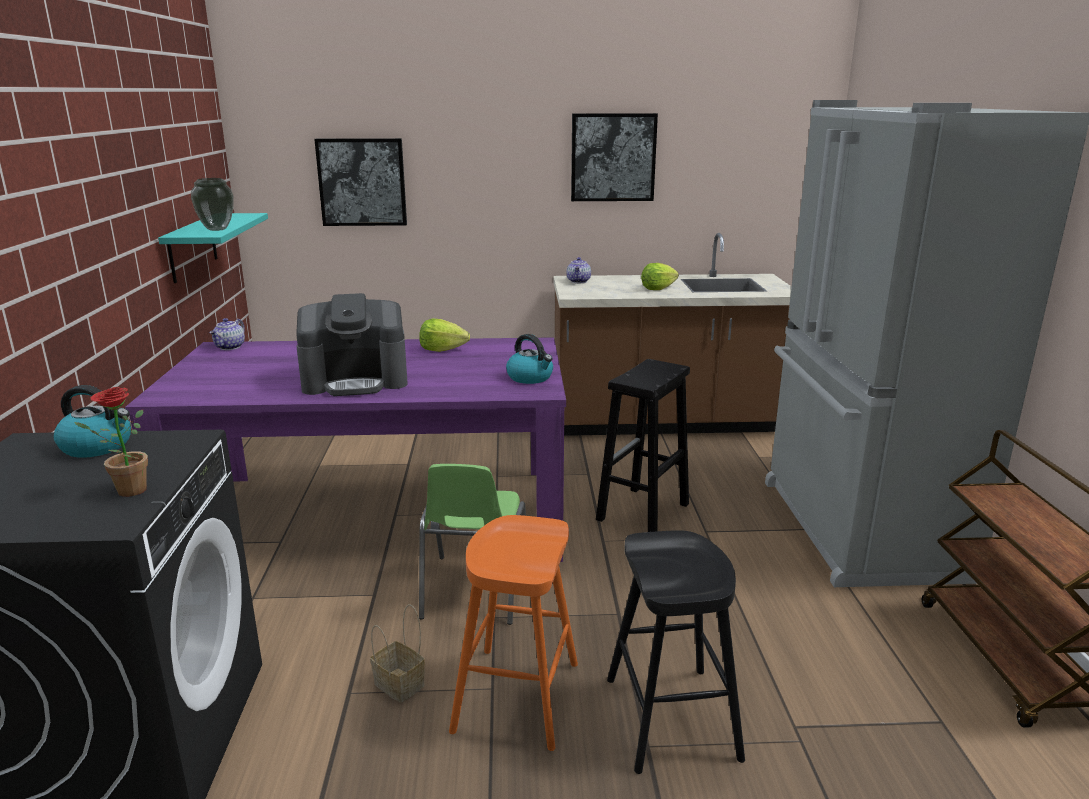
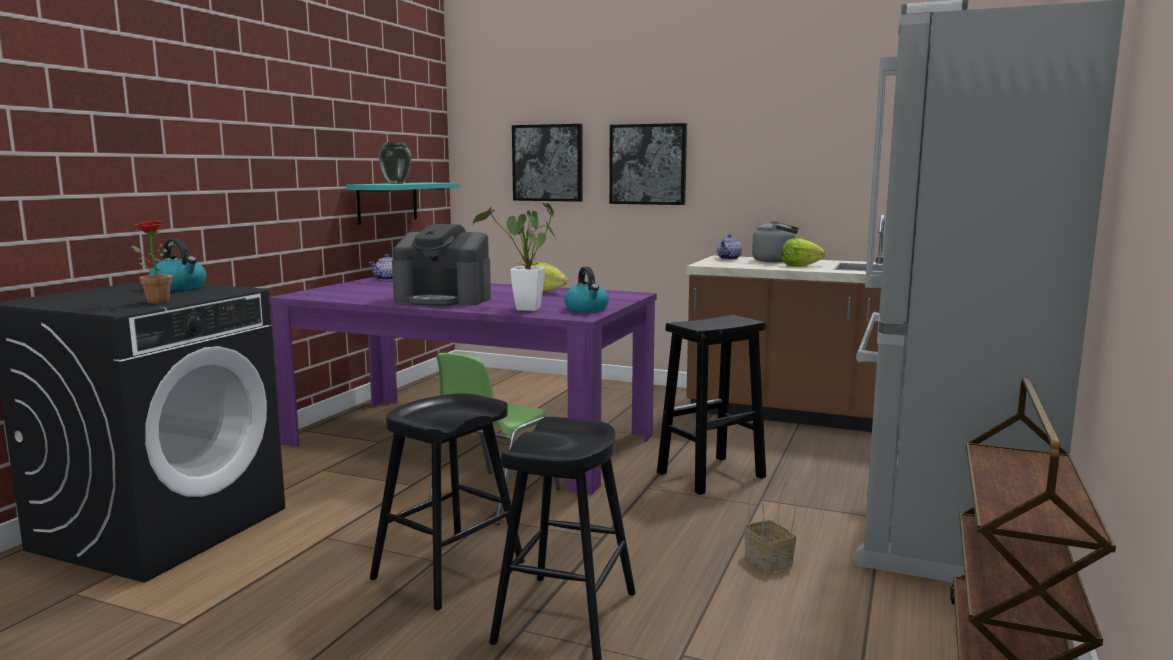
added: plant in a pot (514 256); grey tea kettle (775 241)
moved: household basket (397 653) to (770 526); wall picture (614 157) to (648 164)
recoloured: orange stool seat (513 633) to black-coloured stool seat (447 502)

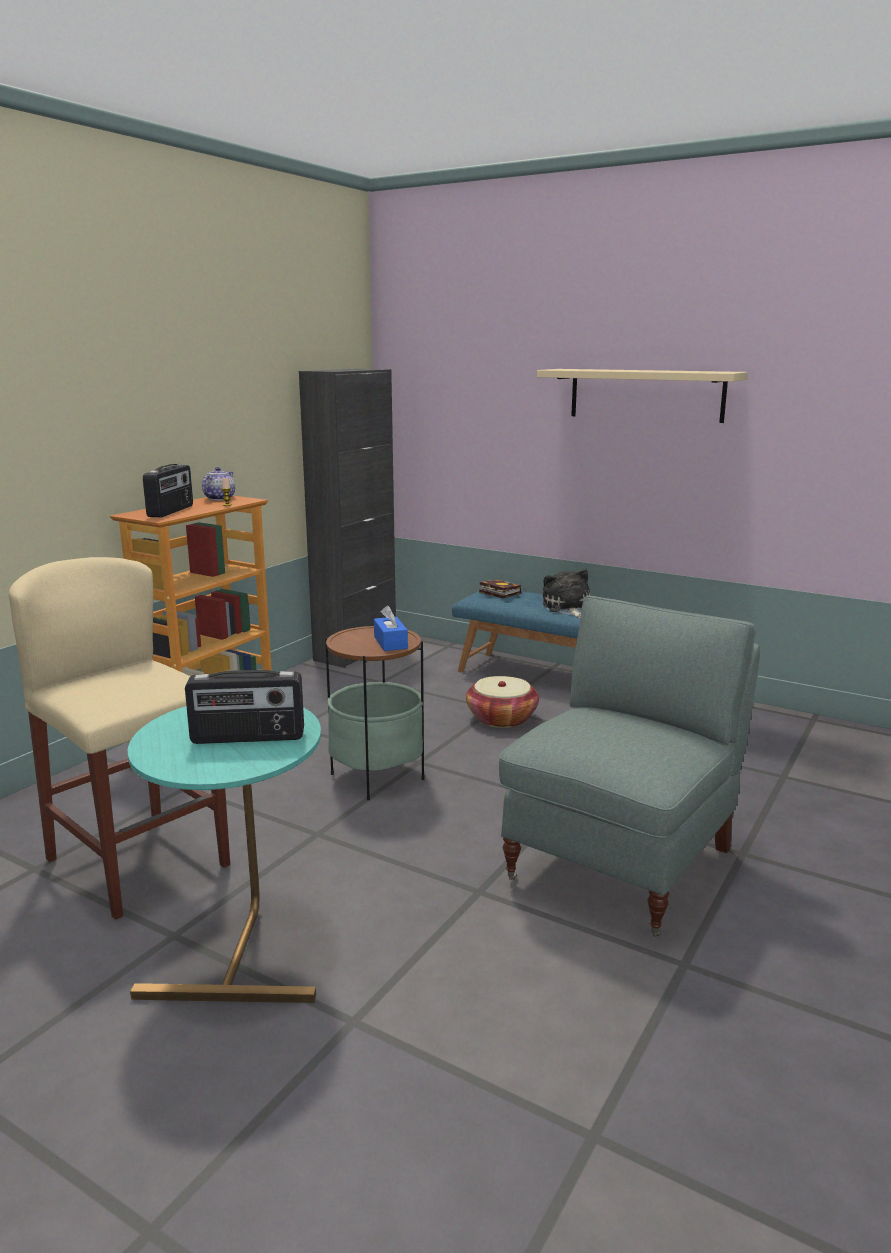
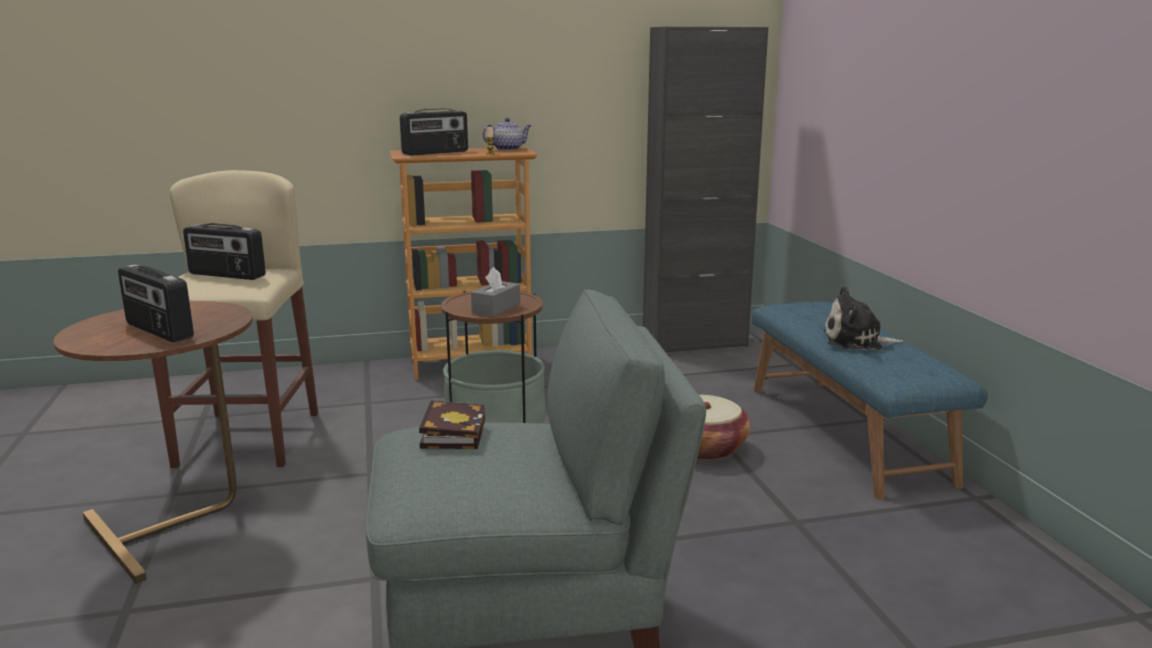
removed: sand-coloured shelf (642 396)
added: radio (224 251)
moved: book (500 589) to (452 424)
recoloured: turquoise-coloured side table (224 854) to brown side table (153 442); blue-coloured box of tissues (391 628) to grey box of tissues (495 292)
turned: plush toy (566 593) = (863 318) 120 degrees counterclockwise

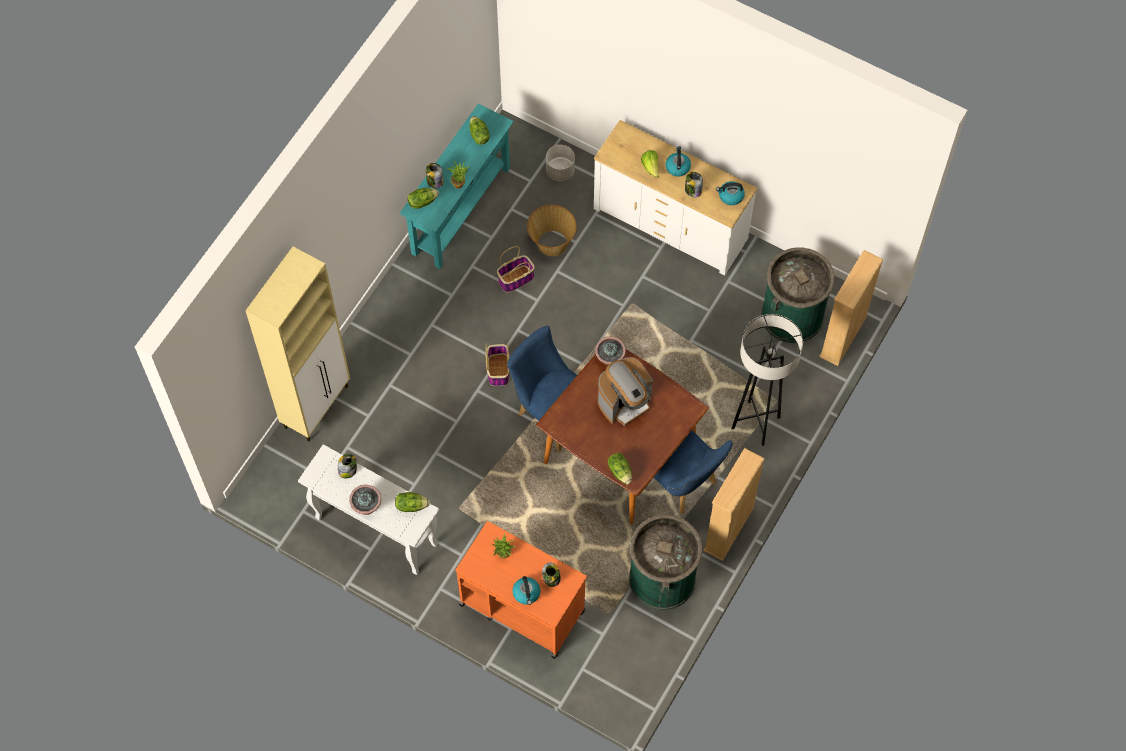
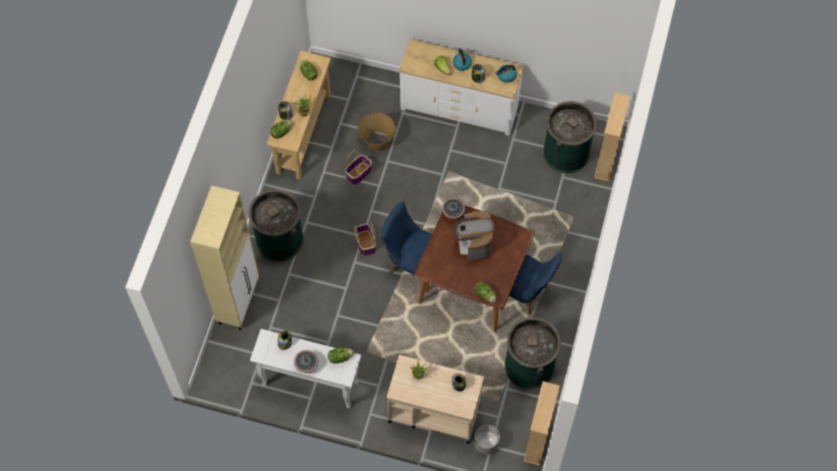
removed: tea kettle (526 590); grey floor lamp (767 380)
added: green-coloured trash can (276 225)
moved: grey plant pot (560 163) to (487 439); sand-coloured bookcase (734 504) to (542 423)
recoloured: turquoise-coloured hall table (457 186) to sand-coloured hall table (298 115); orange cart (521 590) to sand-coloured cart (435 399)
turned: coffee machine (625 391) = (474 236) 135 degrees clockwise

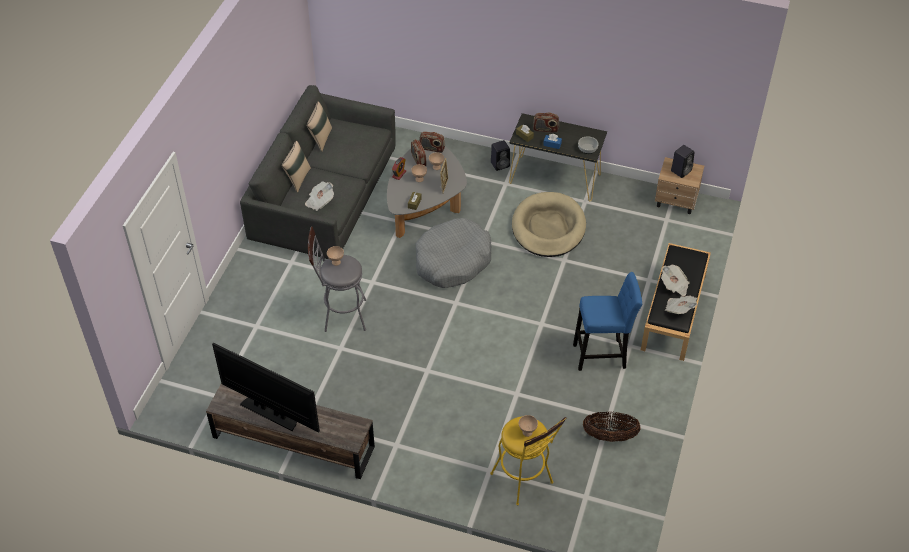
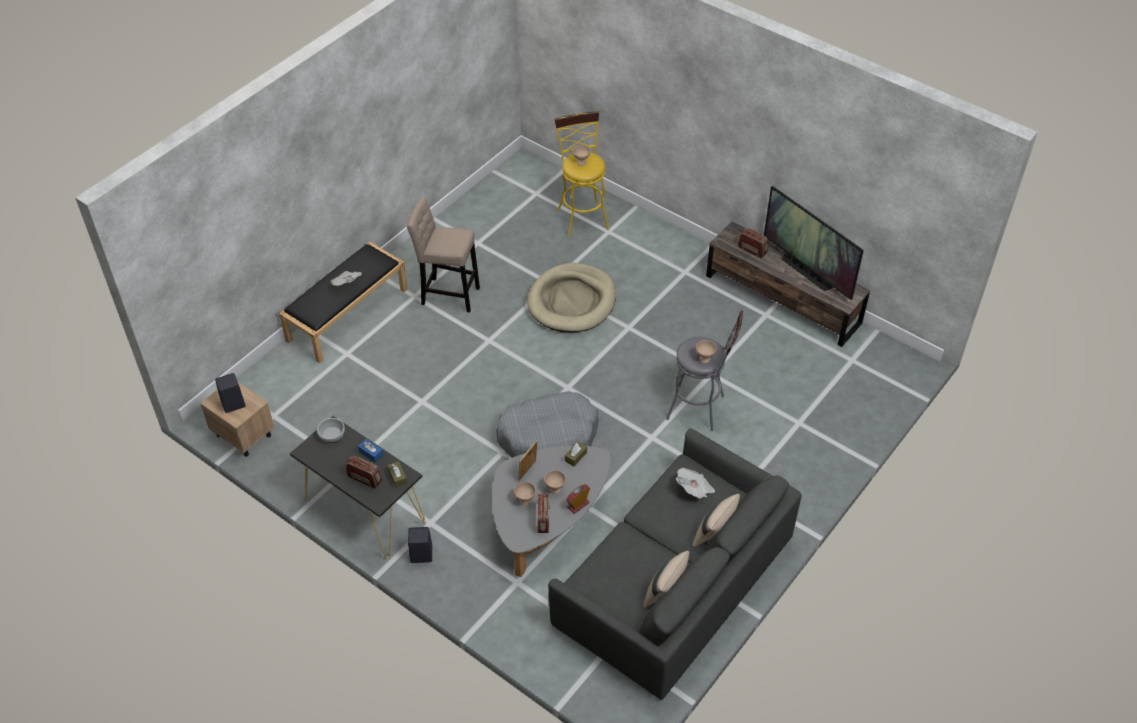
removed: household basket (612 427); newspaper (680 305)
moved: radio (432 142) to (753 243); sand-coloured pet bed (549 224) to (571 297)
recoloured: blue-coloured stool seat (607 321) to sand-coloured stool seat (443 254)

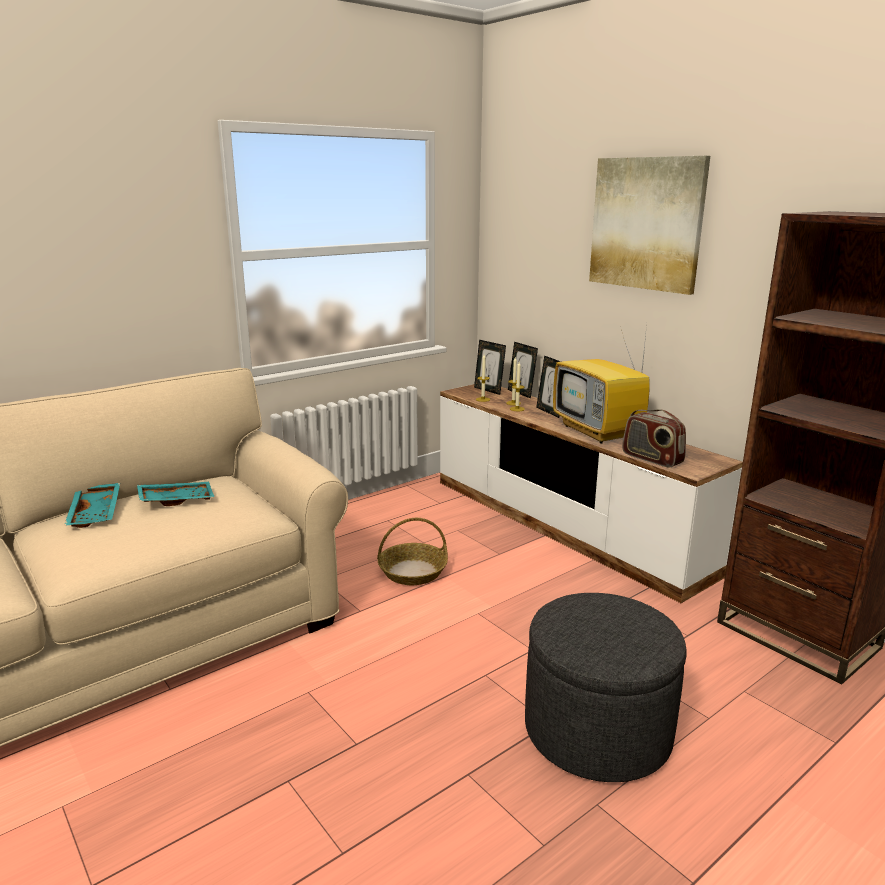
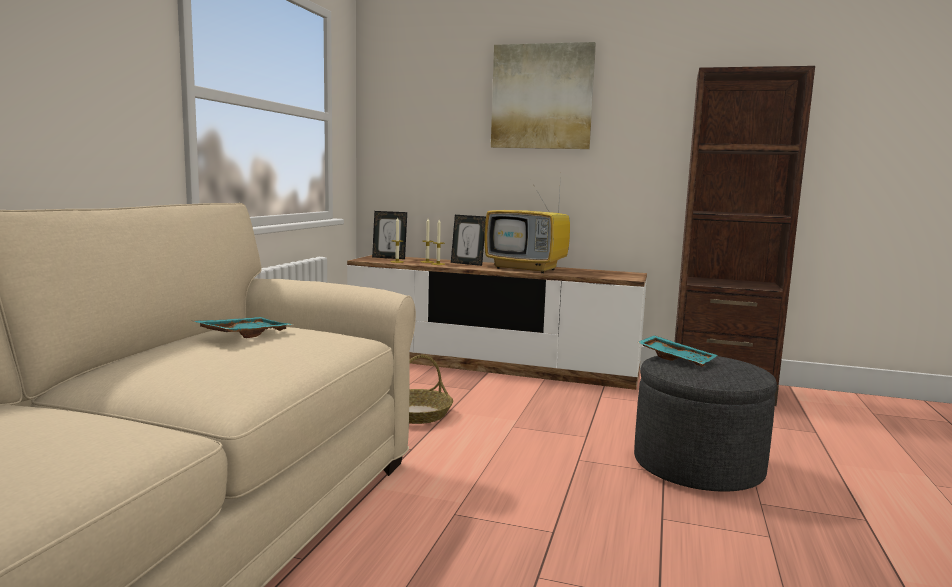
removed: photo frame (523 370); radio (654 438)
moved: turquoise-coloured carrying tray (92 505) to (677 351)

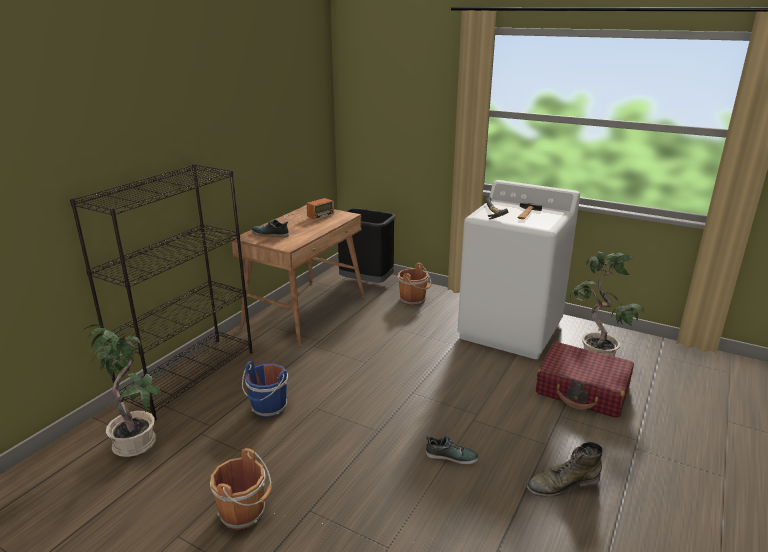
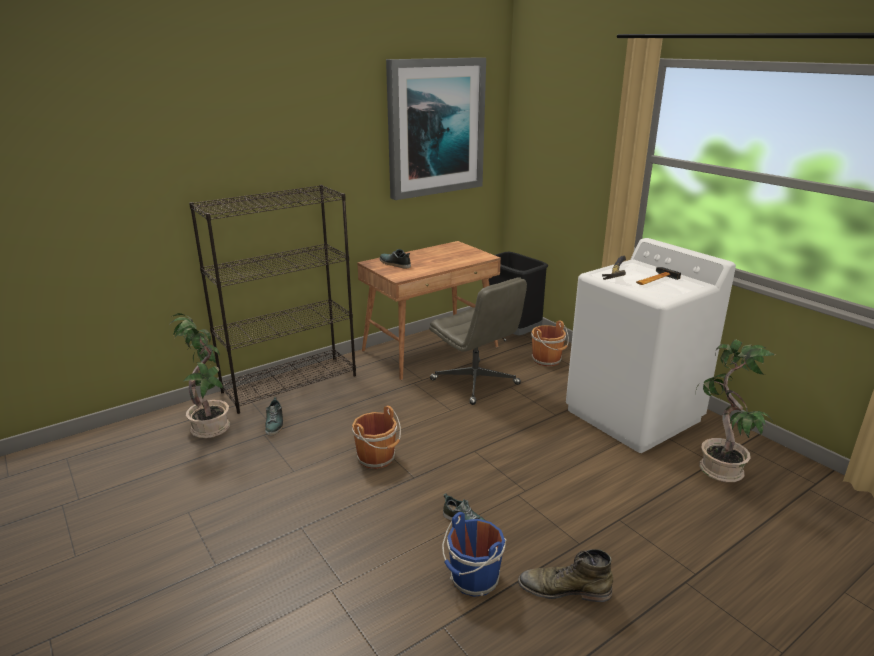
removed: radio (307 210); red piece of luggage (585 380)
added: shoe (274 416); wall picture (436 128); grey desk chair (478 341)
moved: brown pail (241 489) to (376 437); blue-coloured pail (265 389) to (474 554)

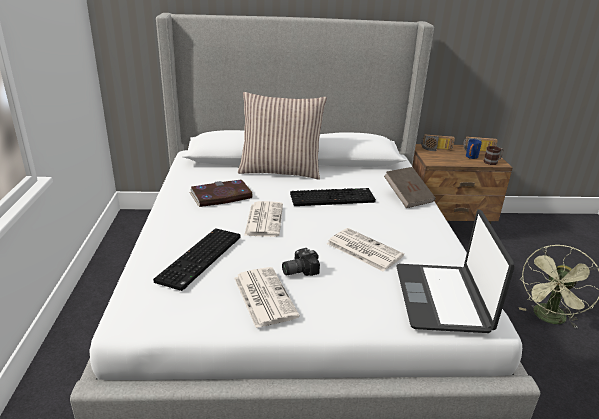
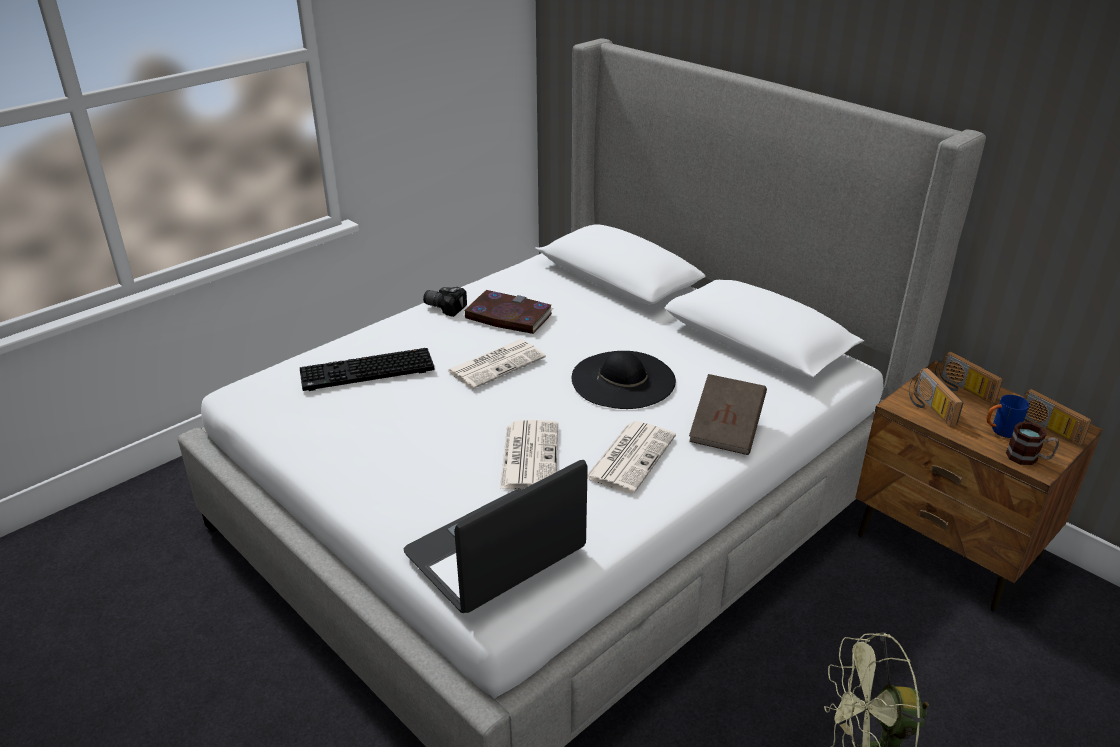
removed: cushion (282 136)
added: radio (936 397)
moved: newspaper (267 297) to (631 457); photo camera (301 262) to (445 302)
replaced: keyboard (333 197) to black-coloured hat (624 380)

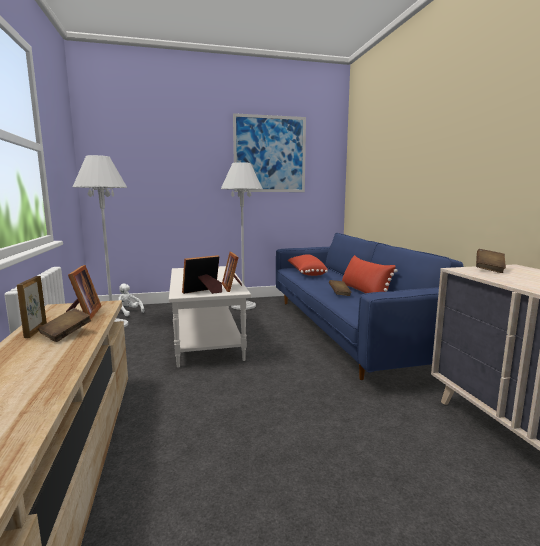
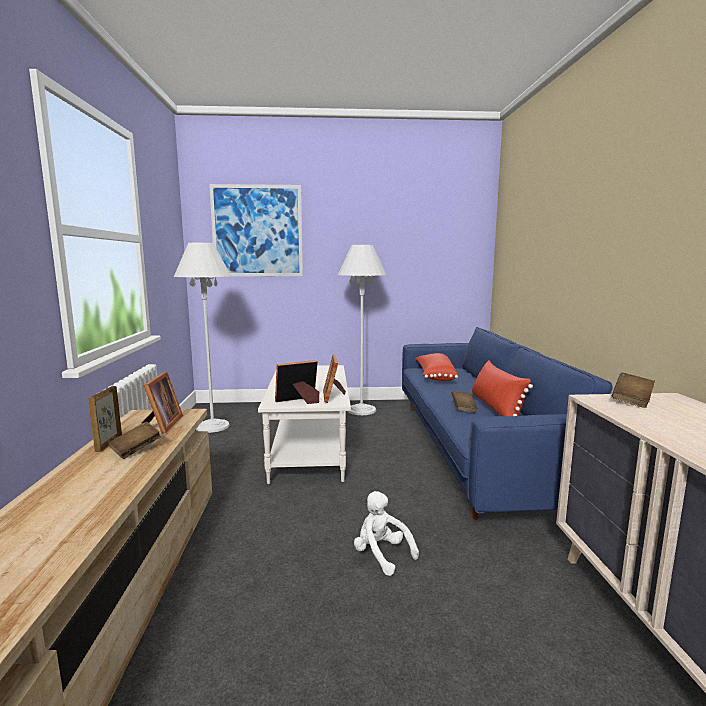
moved: white plush toy (131 299) to (386 533); wall picture (269 152) to (256 230)

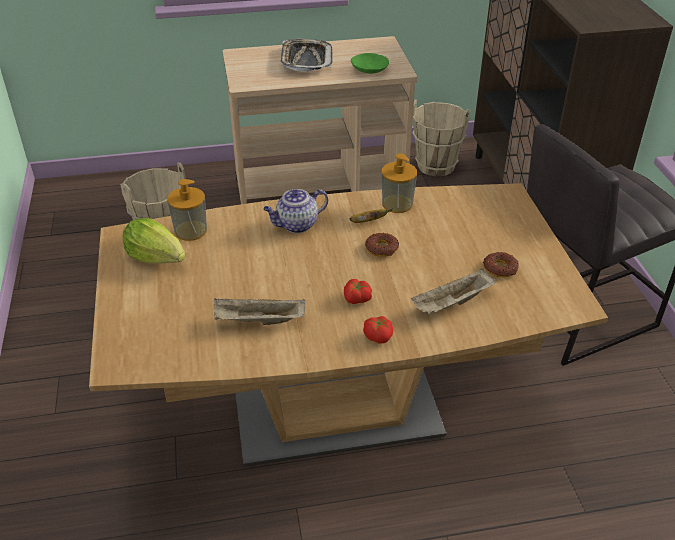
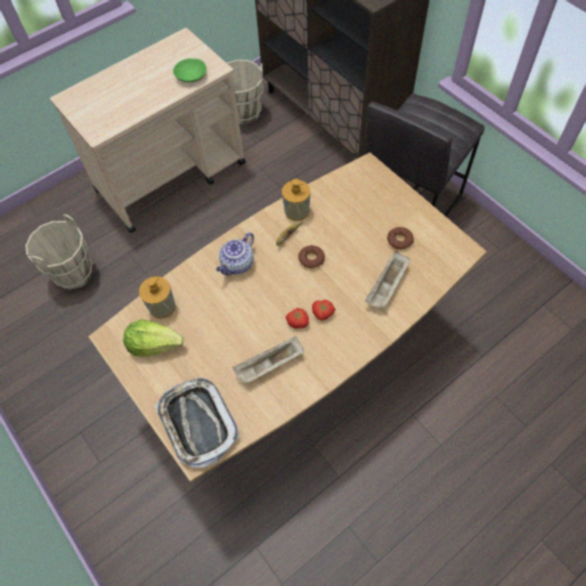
moved: carrying tray (307 55) to (197 423); whole tomato (378 330) to (297 318)

